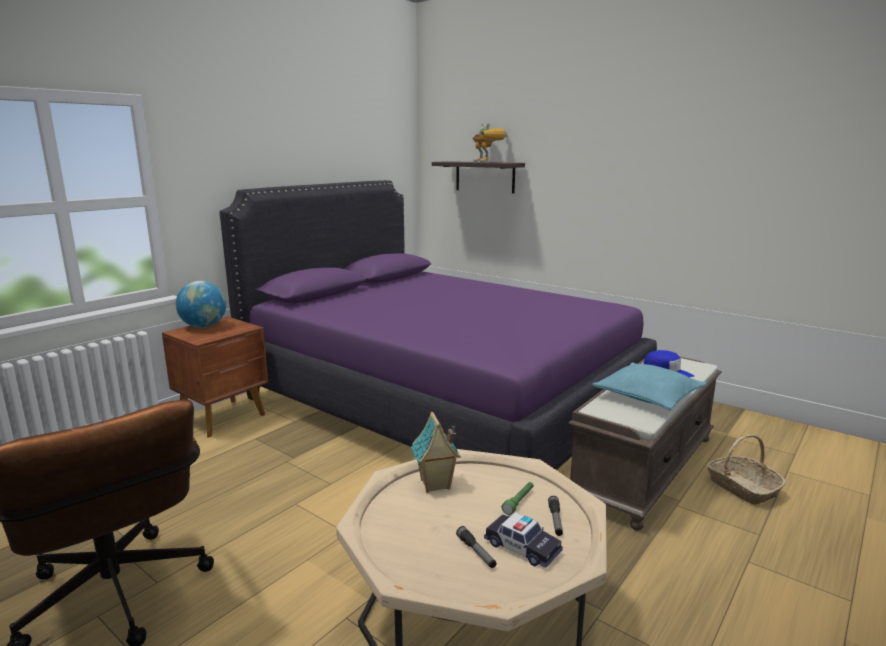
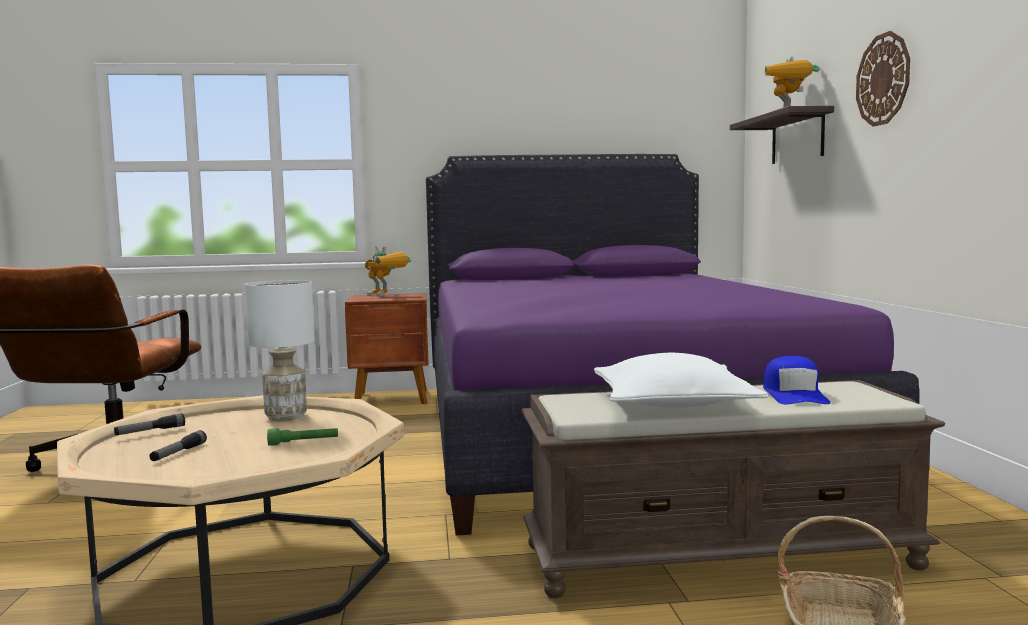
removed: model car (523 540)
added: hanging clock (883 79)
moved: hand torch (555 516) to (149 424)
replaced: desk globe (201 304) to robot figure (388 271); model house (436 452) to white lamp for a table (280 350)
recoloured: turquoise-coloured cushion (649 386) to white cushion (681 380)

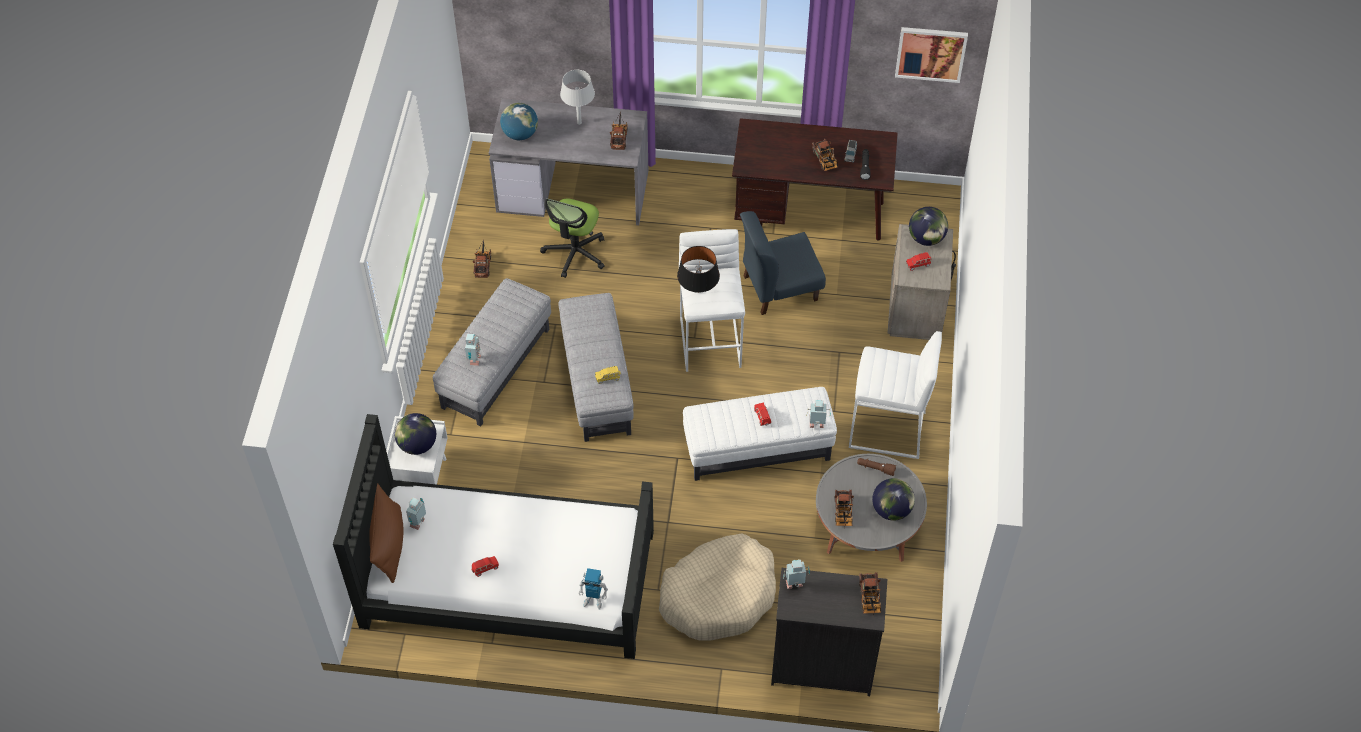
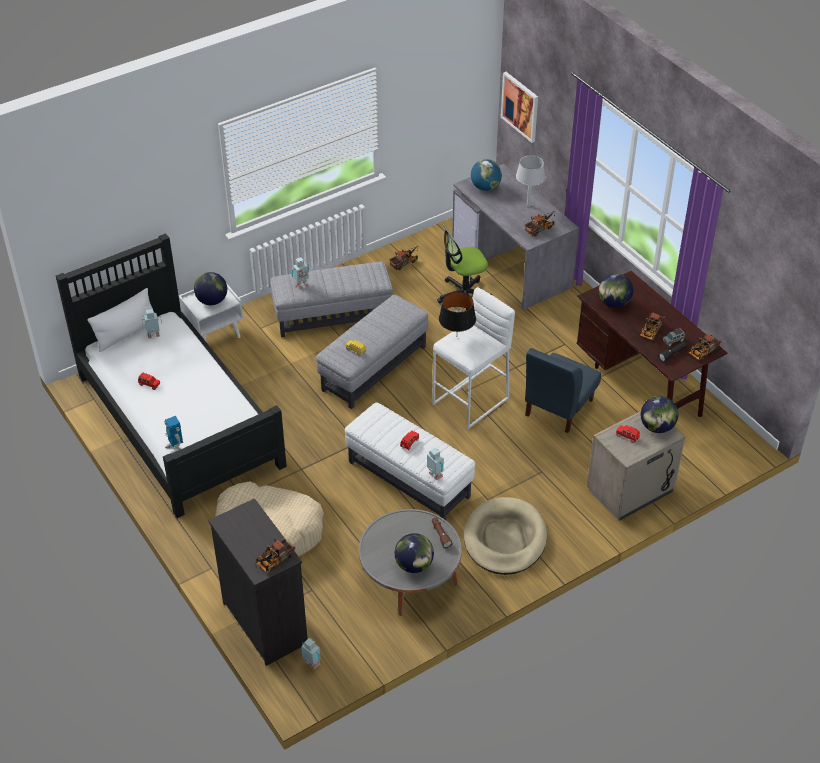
added: desk globe (616 290)
moved: robot figure (796 574) to (310 654); toy truck (844 508) to (705 346); wall picture (931 55) to (519 107)
replaced: white stool seat (895 395) to sand-coloured pet bed (505 536)
recoloured: brown cushion (386 533) to white cushion (123 320)
turned: blue-coloured chair (783 263) = (563 390) 90 degrees counterclockwise

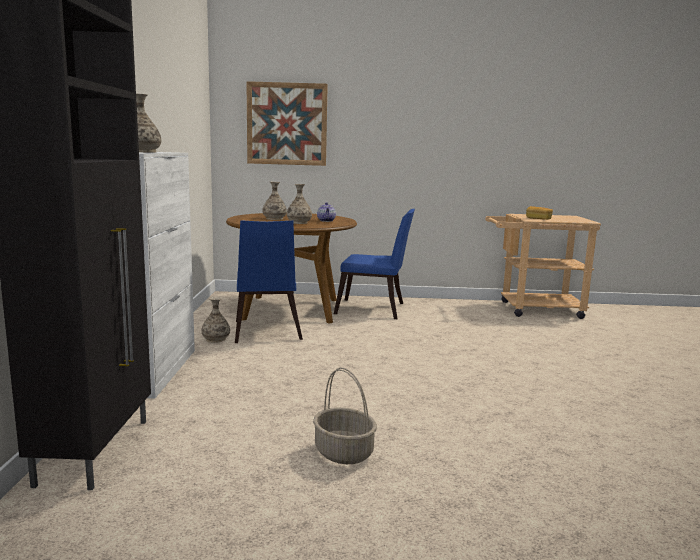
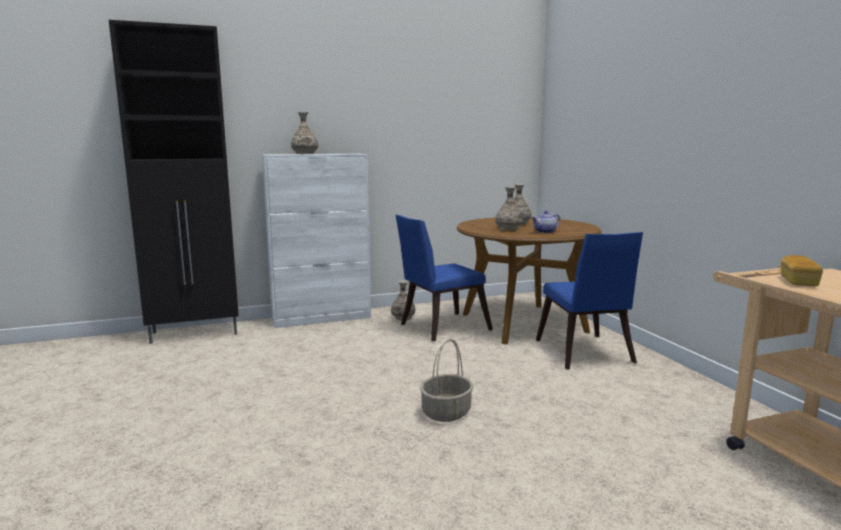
removed: wall picture (287 123)
moved: household basket (345 415) to (446 380)

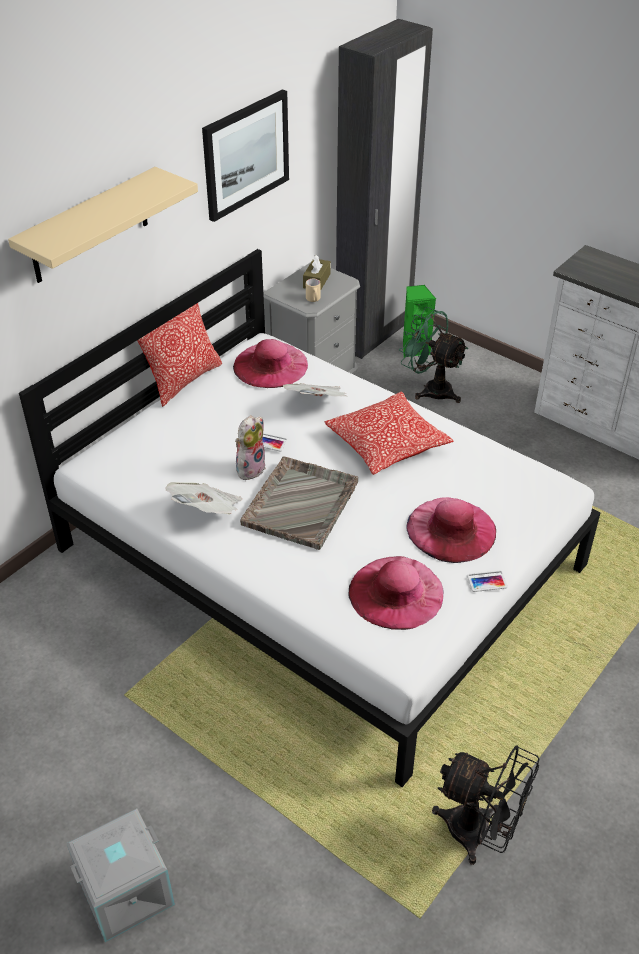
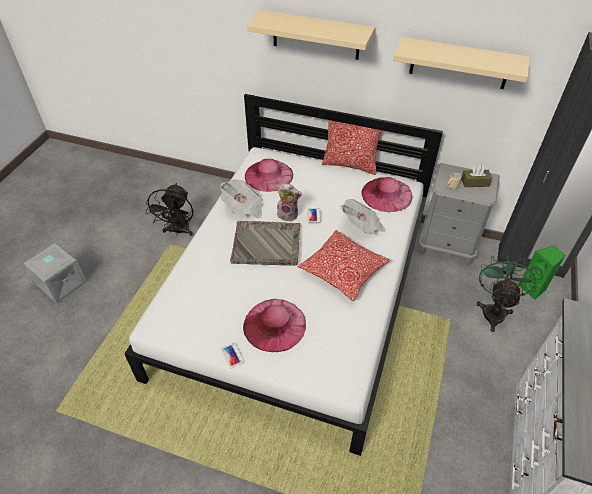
moved: pink-coloured hat (396 593) to (269 175); black-coloured cooling fan (485 805) to (169 209)
replaced: wall picture (245 156) to sand-coloured shelf (461 63)

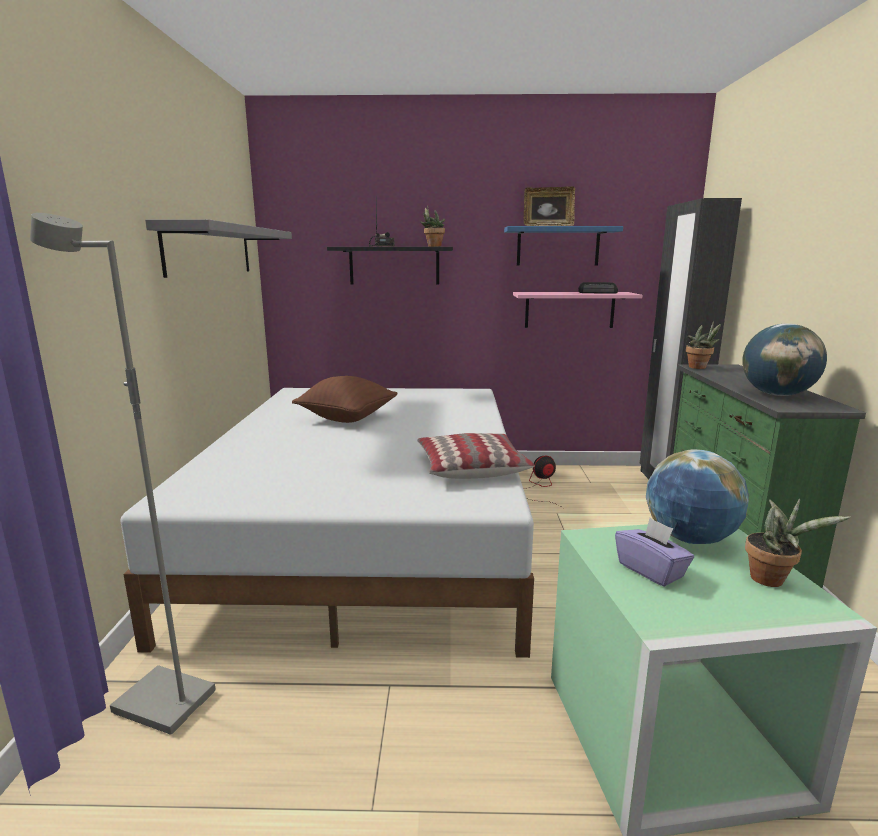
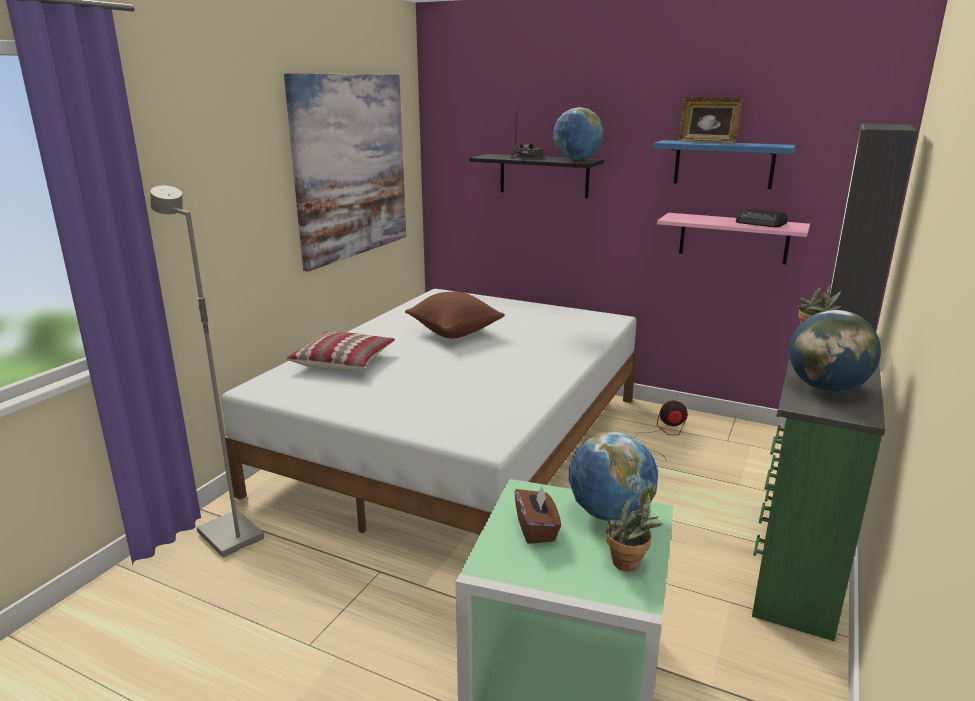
moved: cushion (476 456) to (340 351)
replaced: grey shelf (218 248) to wall picture (345 172); plant in a pot (432 226) to desk globe (578 133)
recoloured: purplish box of tissues (654 552) to brown box of tissues (538 514)

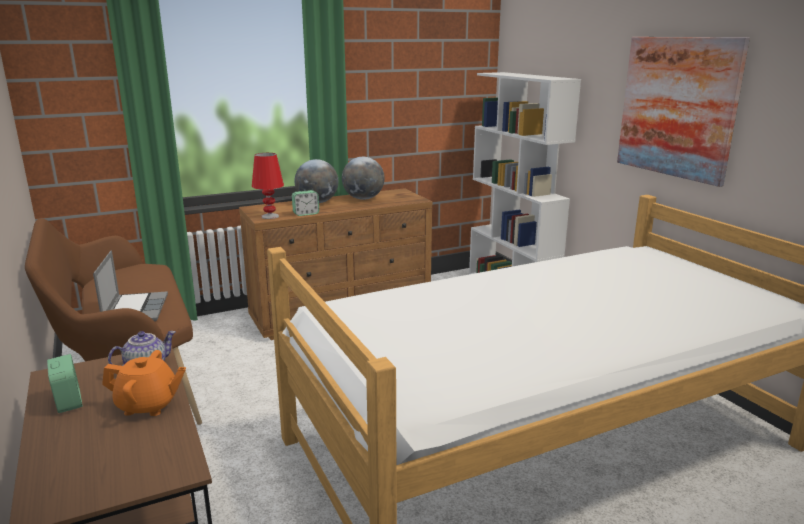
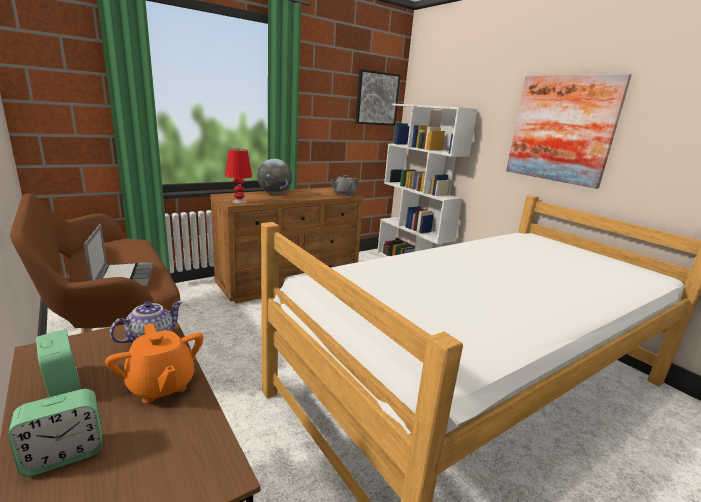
removed: desk globe (363 178)
added: grey pot for tea (345 185); wall picture (378 97)
moved: bedside clock (305 203) to (55 432)
turned: orange pot for tea (144 383) = (154 363) 60 degrees clockwise

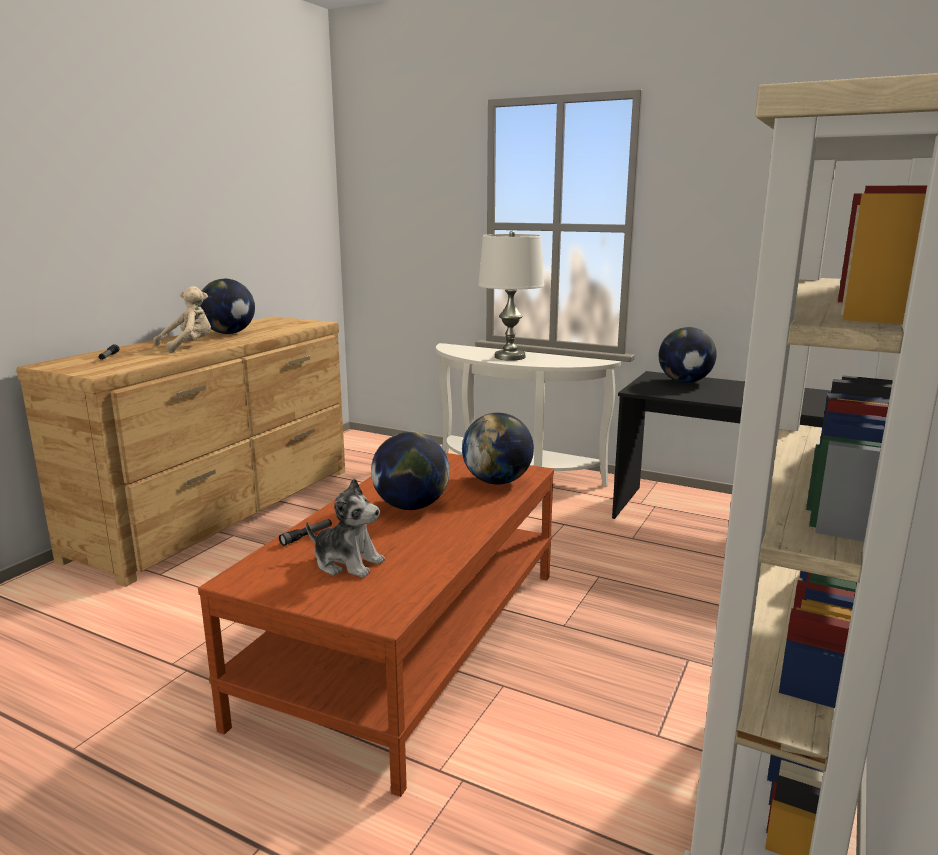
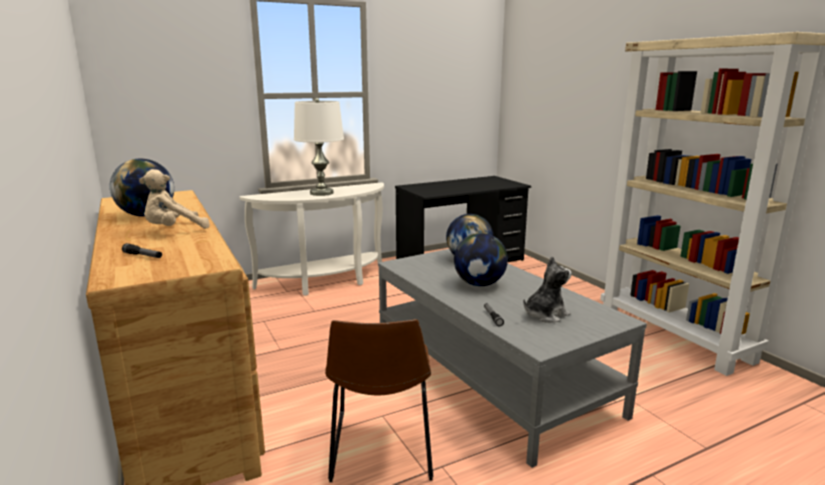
removed: desk globe (688 355)
added: brown chair (379 400)
recoloured: brown coffee table (376 625) to grey coffee table (512 358)
turned: sand-coloured plush toy (182 319) = (174 199) 120 degrees counterclockwise

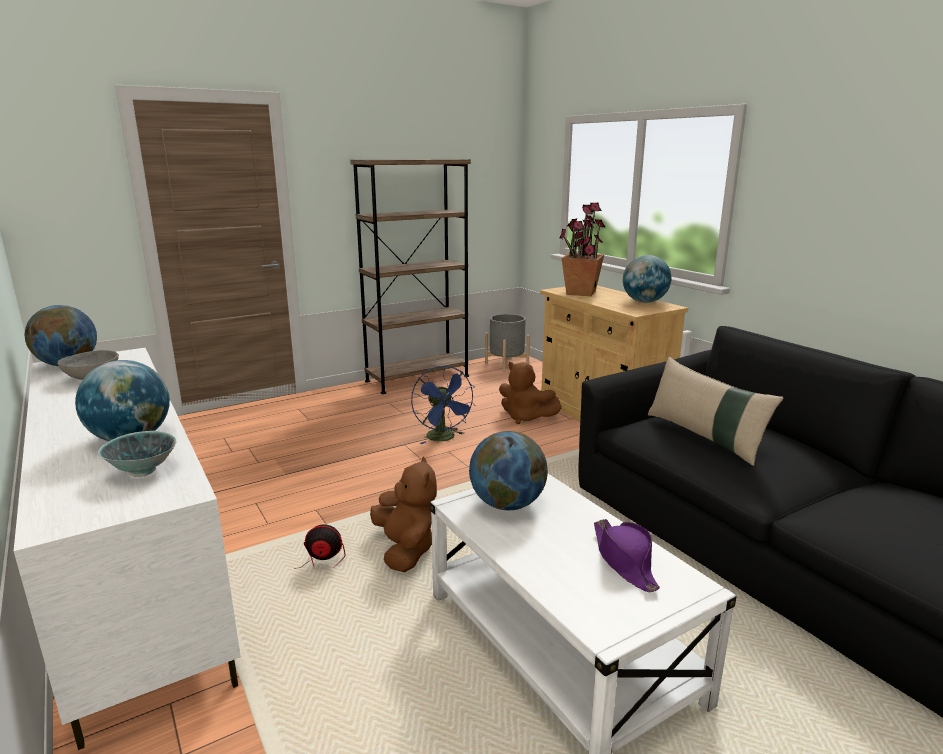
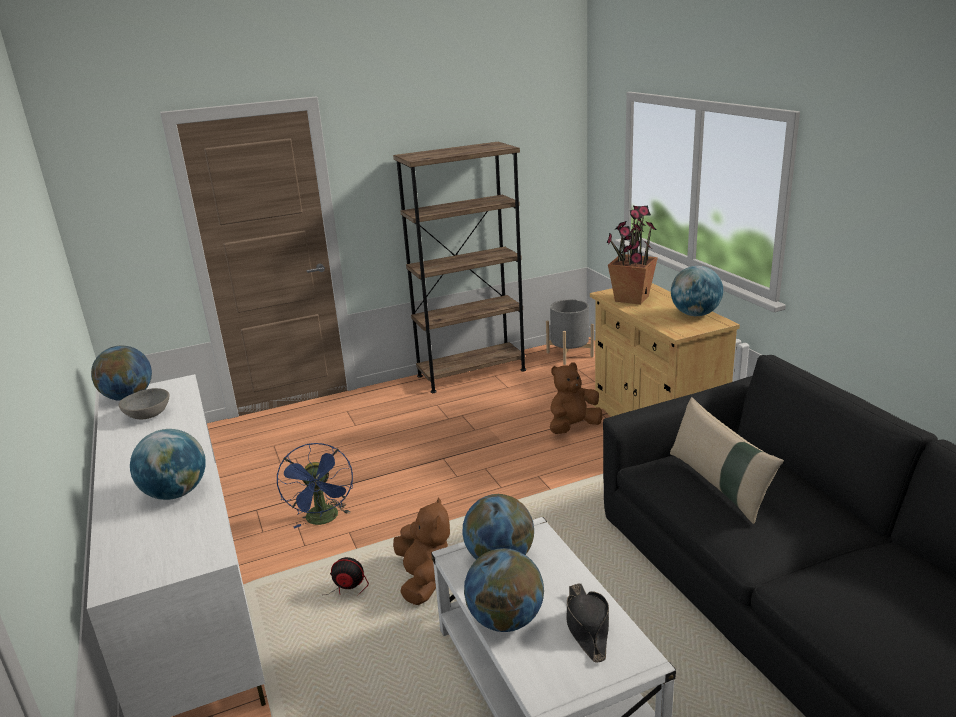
removed: deep dish (137 454)
added: desk globe (504 590)
moved: blue-coloured cooling fan (443 405) to (315 485)
recoloured: purplish hat (627 555) to black-coloured hat (587 623)
turned: brown plush toy (530 393) = (576 398) 105 degrees clockwise

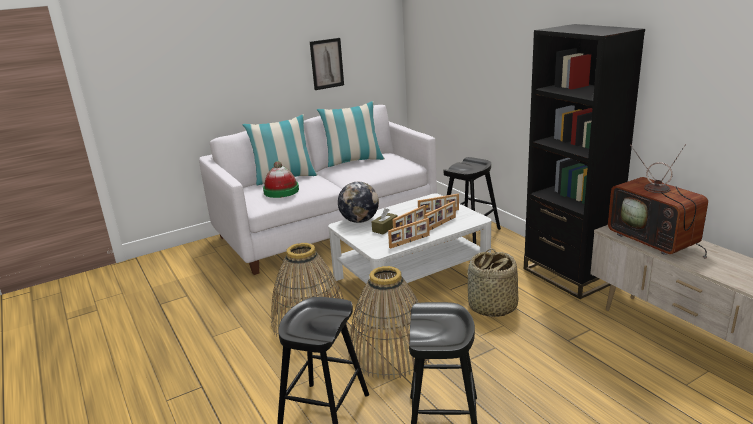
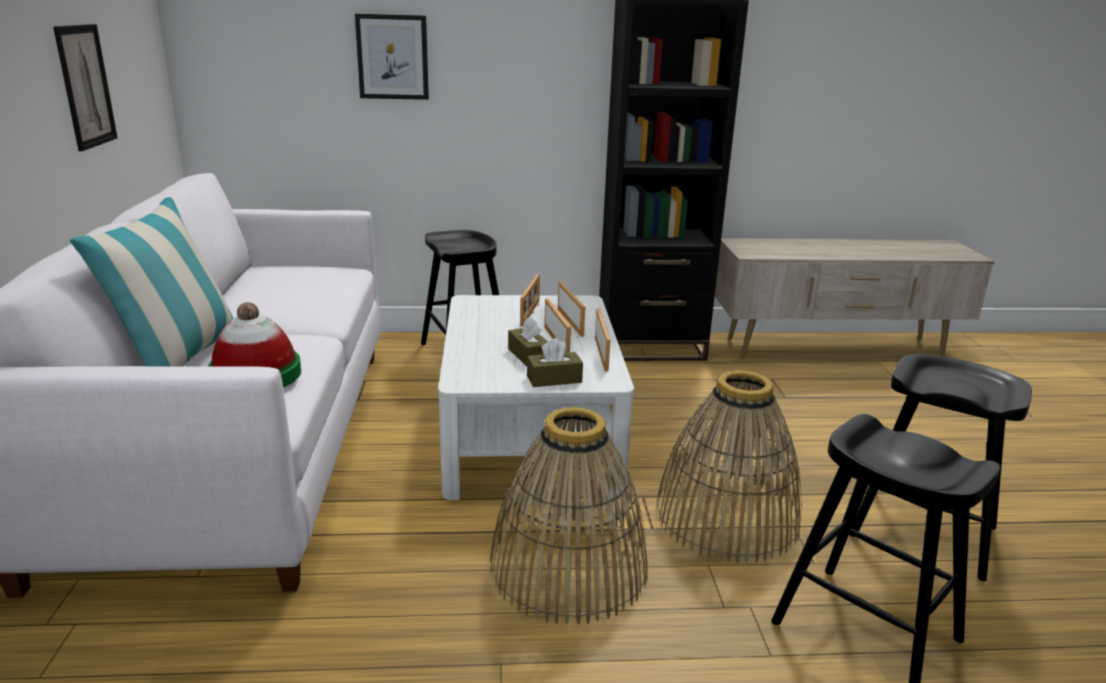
removed: cushion (351 134); desk globe (358 202); household basket (492 282); TV set (658 201)
added: wall picture (392 57); brown box of tissues (555 362)

